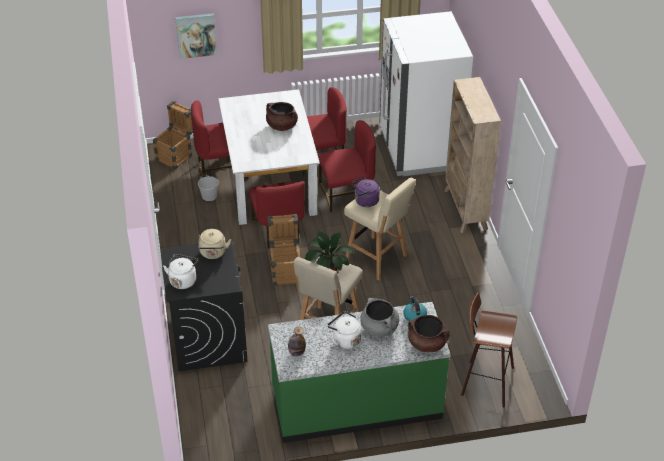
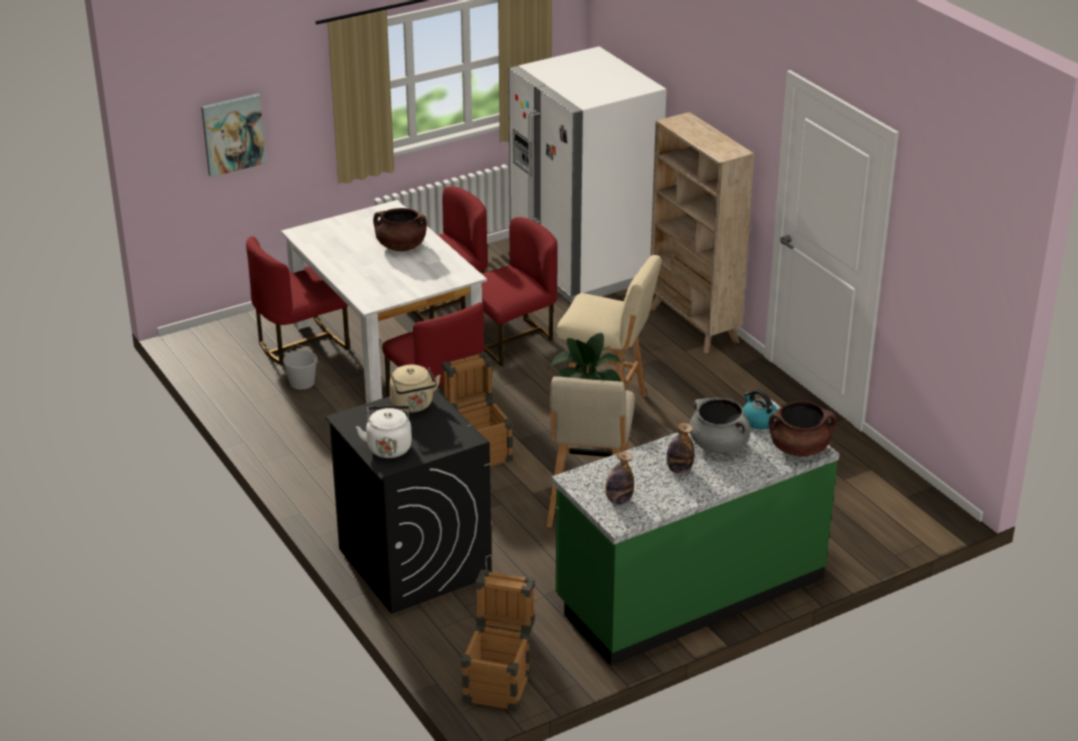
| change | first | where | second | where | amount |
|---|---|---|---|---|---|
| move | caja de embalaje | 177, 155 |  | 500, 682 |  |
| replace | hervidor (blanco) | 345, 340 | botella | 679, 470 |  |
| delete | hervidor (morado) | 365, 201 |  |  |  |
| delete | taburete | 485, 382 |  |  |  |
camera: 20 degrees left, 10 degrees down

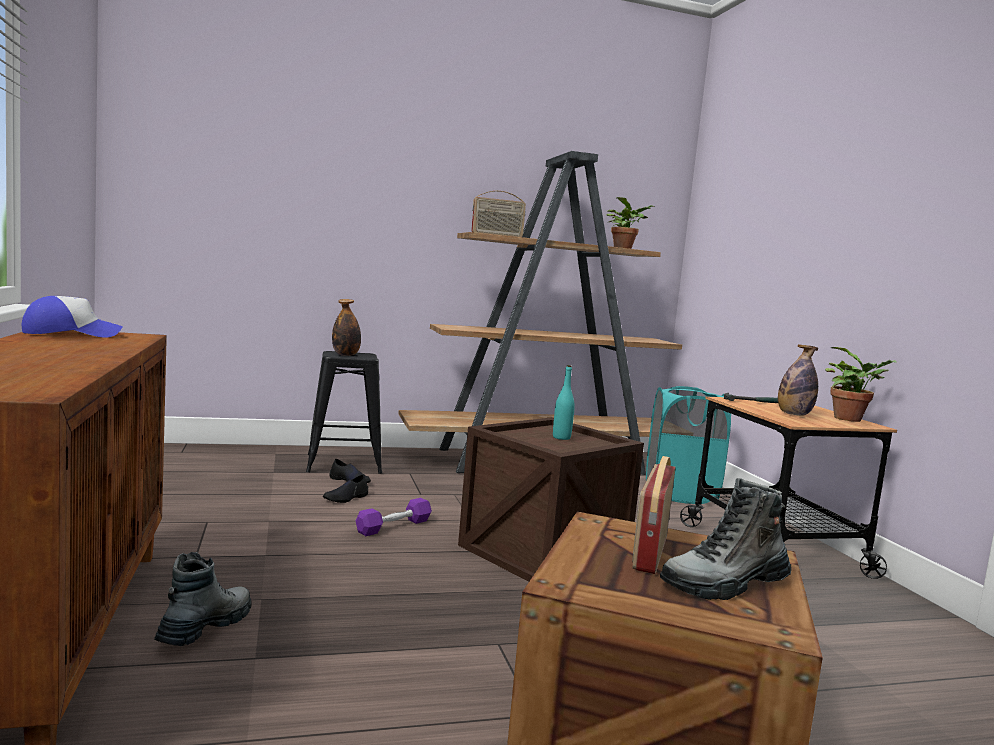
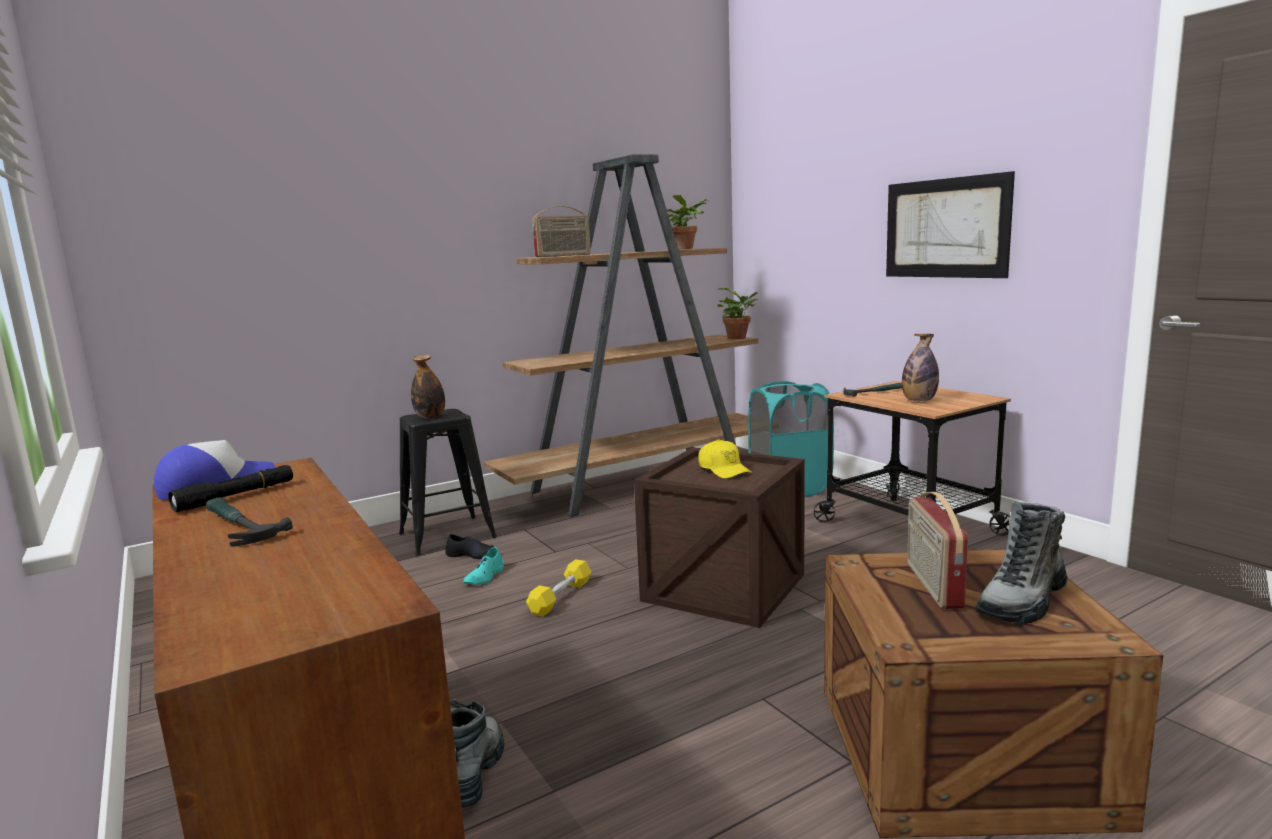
| change | first | where | second | where | amount |
|---|---|---|---|---|---|
| recolor | zapato (negro) | 346, 498 | zapato (turquesa) | 485, 577 |  |
| recolor | mancuerna (morado) | 393, 526 | mancuerna (amarillo) | 561, 597 |  |
| replace | botella (turquesa) | 561, 437 | gorra (amarillo) | 723, 470 |  |
| move | planta en maceta | 851, 419 |  | 739, 338 |  |
| insert |  |  | linterna (negro) | 236, 497 |  |
| insert |  |  | martillo | 238, 527 |  |
| insert |  |  | cuadro | 945, 228 |  |
camera: 15 degrees left, 5 degrees up

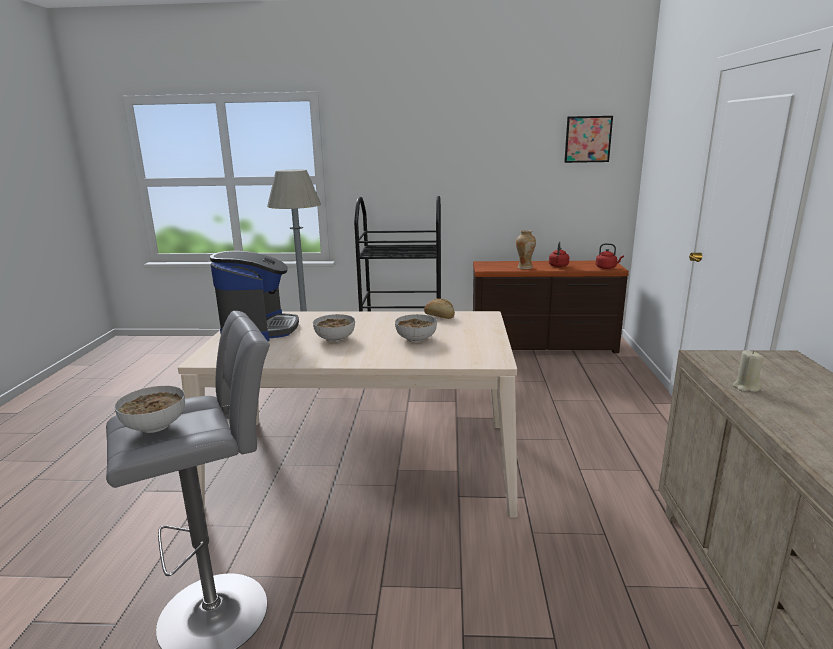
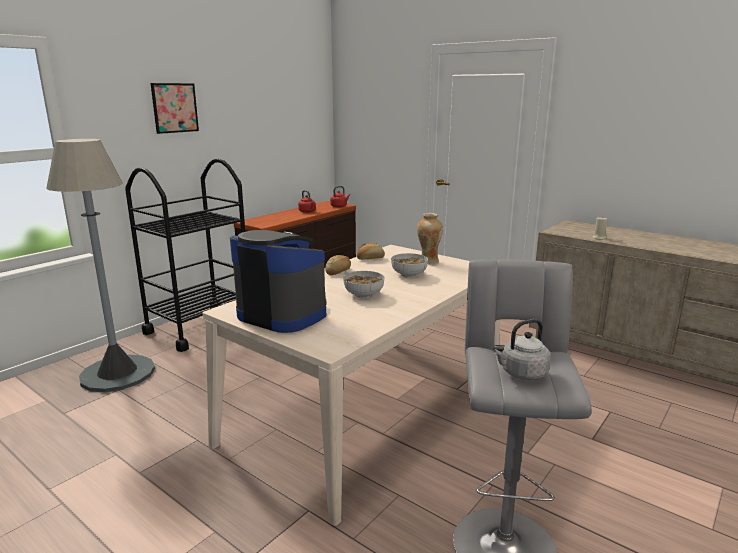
| change | first | where | second | where | amount |
|---|---|---|---|---|---|
| replace | cuenco | 154, 426 | hervidor (gris) | 521, 373 |  |
| move | florero | 524, 267 |  | 428, 261 |  |
| move | cuadro | 588, 139 |  | 175, 108 |  |
| insert |  |  | pan | 339, 272 |  |
camera: 55 degrees left, 0 degrees up

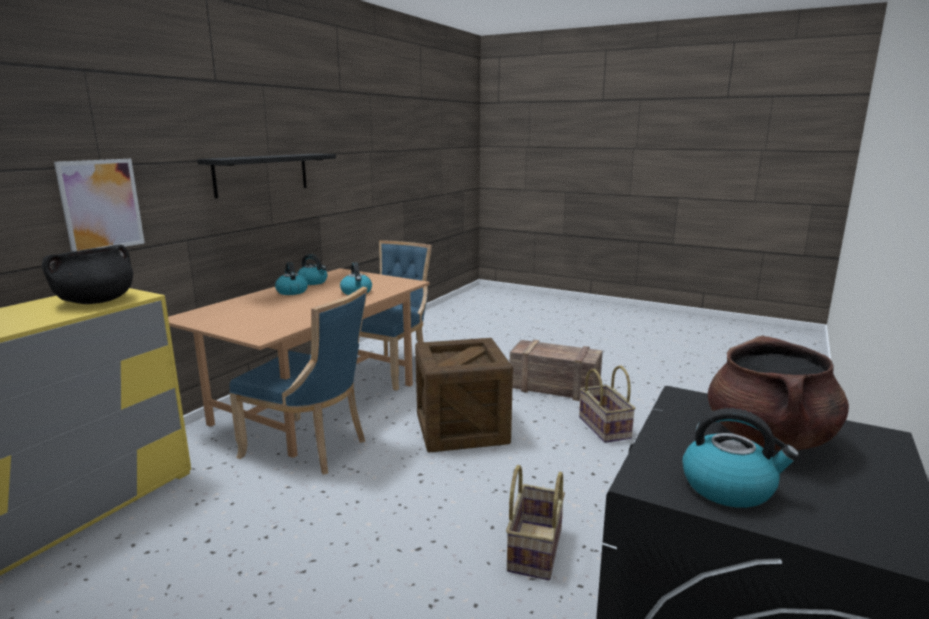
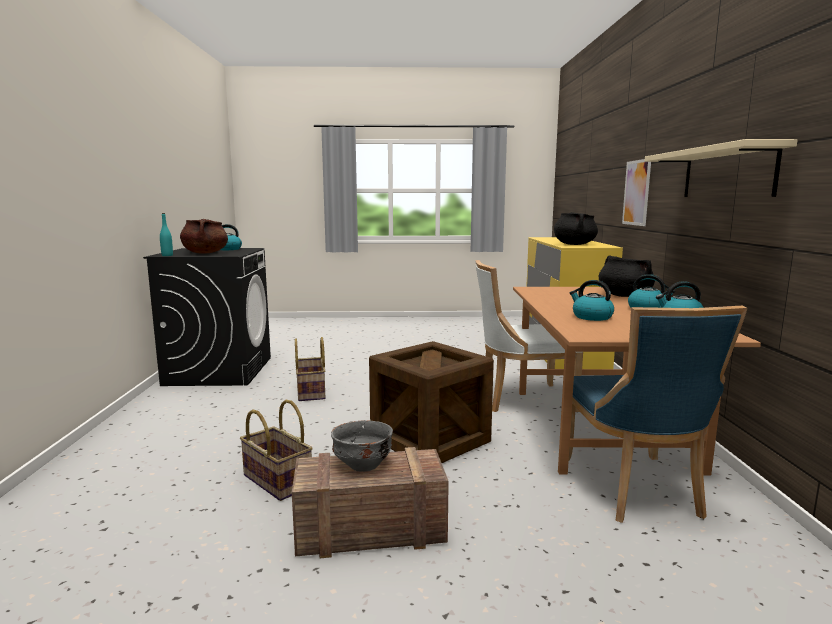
| change | first | where | second | where | amount |
|---|---|---|---|---|---|
| recolor | estante (negro) | 262, 174 | estante (beis) | 727, 173 |  |
| recolor | silla (azul) | 310, 448 | silla (blanco) | 521, 399 |  |
| insert |  |  | botella (turquesa) | 167, 255 |  |
| insert |  |  | cuenco (gris) | 362, 465 |  |
| insert |  |  | olla (negro) | 624, 296 |  |
camera: 150 degrees right, 5 degrees down

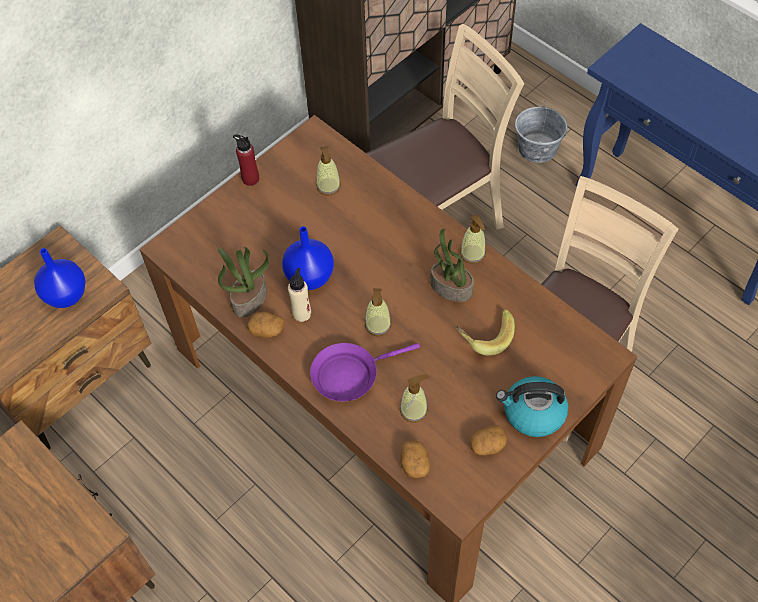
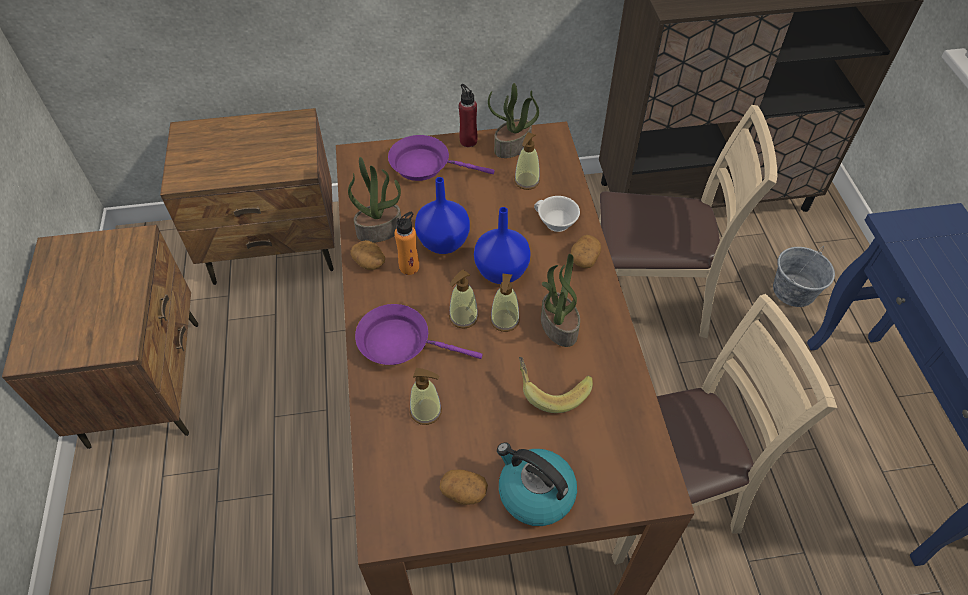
| change | first | where | second | where | amount |
|---|---|---|---|---|---|
| move | florero (azul) | 66, 296 |  | 500, 272 |  |
| recolor | botella (beis) | 302, 313 | botella (naranja) | 409, 267 |  |
| move | patata | 414, 463 |  | 584, 258 |  |
| move | dispensador de jabón | 473, 254 |  | 504, 320 |  |
| insert |  |  | sartén (morado) | 425, 165 |  |
| insert |  |  | planta en maceta | 512, 147 |  |
| insert |  |  | taza (blanco) | 555, 223 |  |
camera: 35 degrees right, 5 degrees down

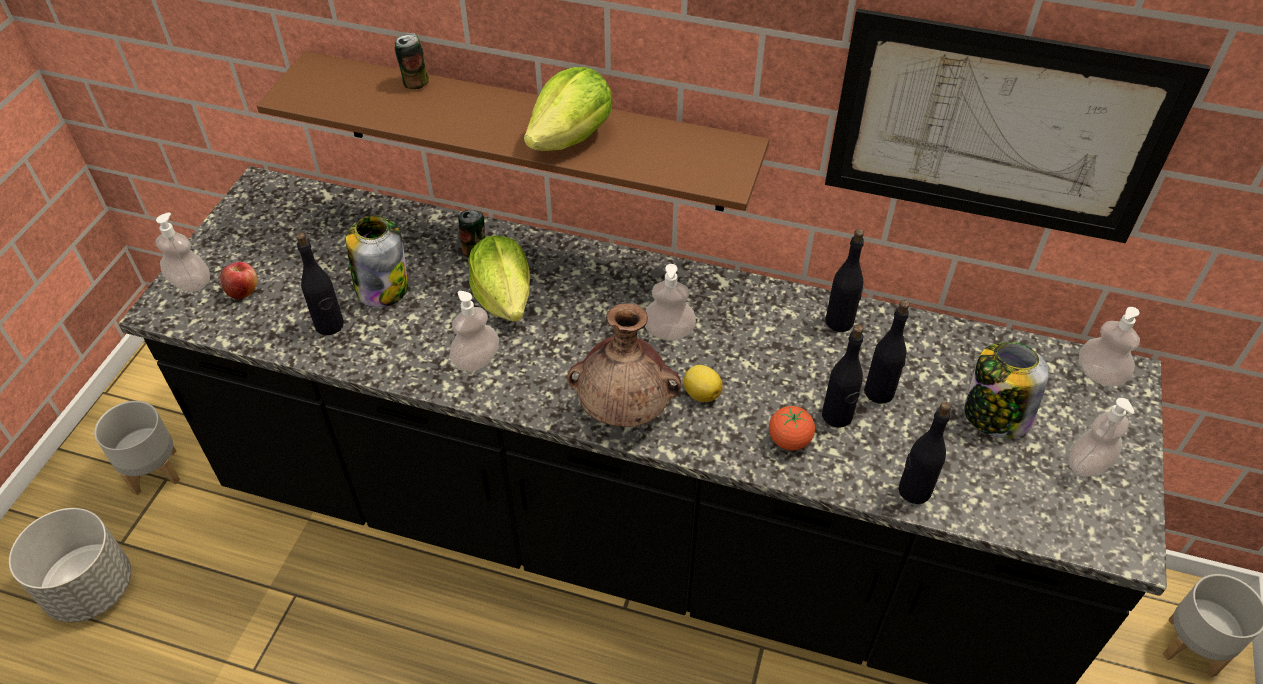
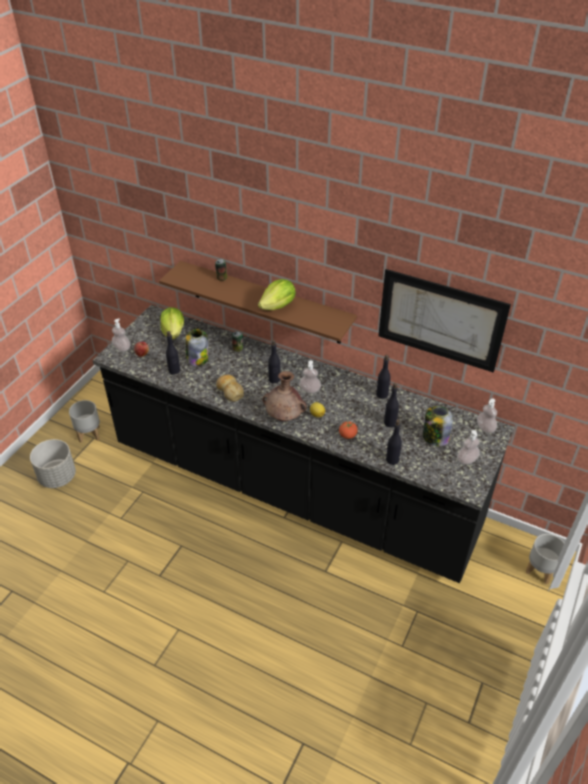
| change | first | where | second | where | amount |
|---|---|---|---|---|---|
| replace | dispensador de jabón | 476, 360 | pan | 230, 391 |  |
| move | lechuga | 504, 298 |  | 173, 332 |  |
| move | botella (negro) | 837, 416 |  | 274, 380 |  |
camera: 10 degrees right, 5 degrees down

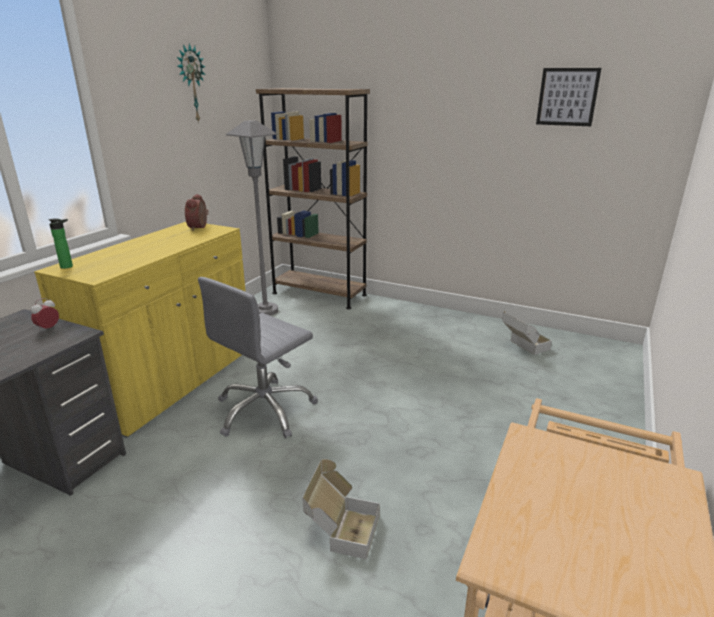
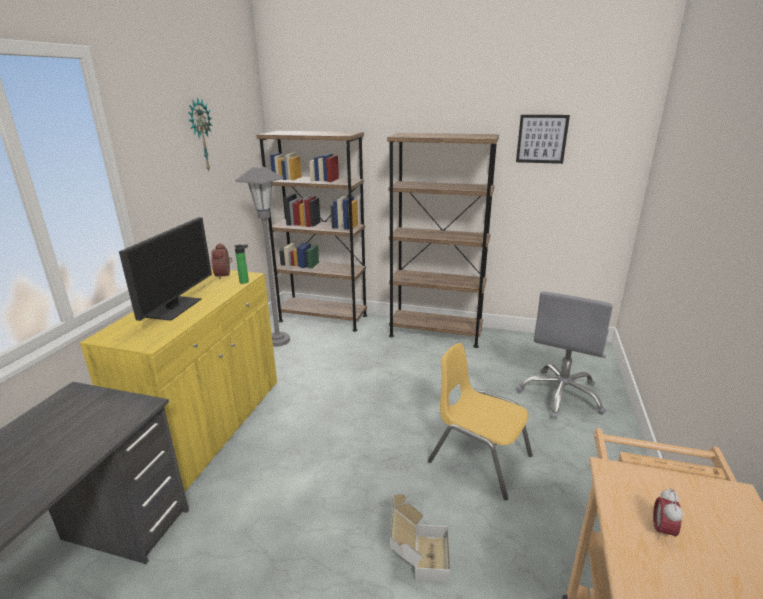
| change | first | where | second | where | amount |
|---|---|---|---|---|---|
| move | despertador | 48, 328 |  | 662, 531 |  |
| move | botella | 68, 266 |  | 245, 281 |  |
| move | silla de oficina (gris) | 265, 410 |  | 561, 395 |  |
| delete | caja de cartón | 523, 347 |  |  |  |
| insert |  |  | monitor | 173, 307 |  |
| insert |  |  | estantería (marrón) | 435, 333 |  |
| insert |  |  | silla (amarillo) | 479, 459 |  |
camera: 10 degrees left, 0 degrees up

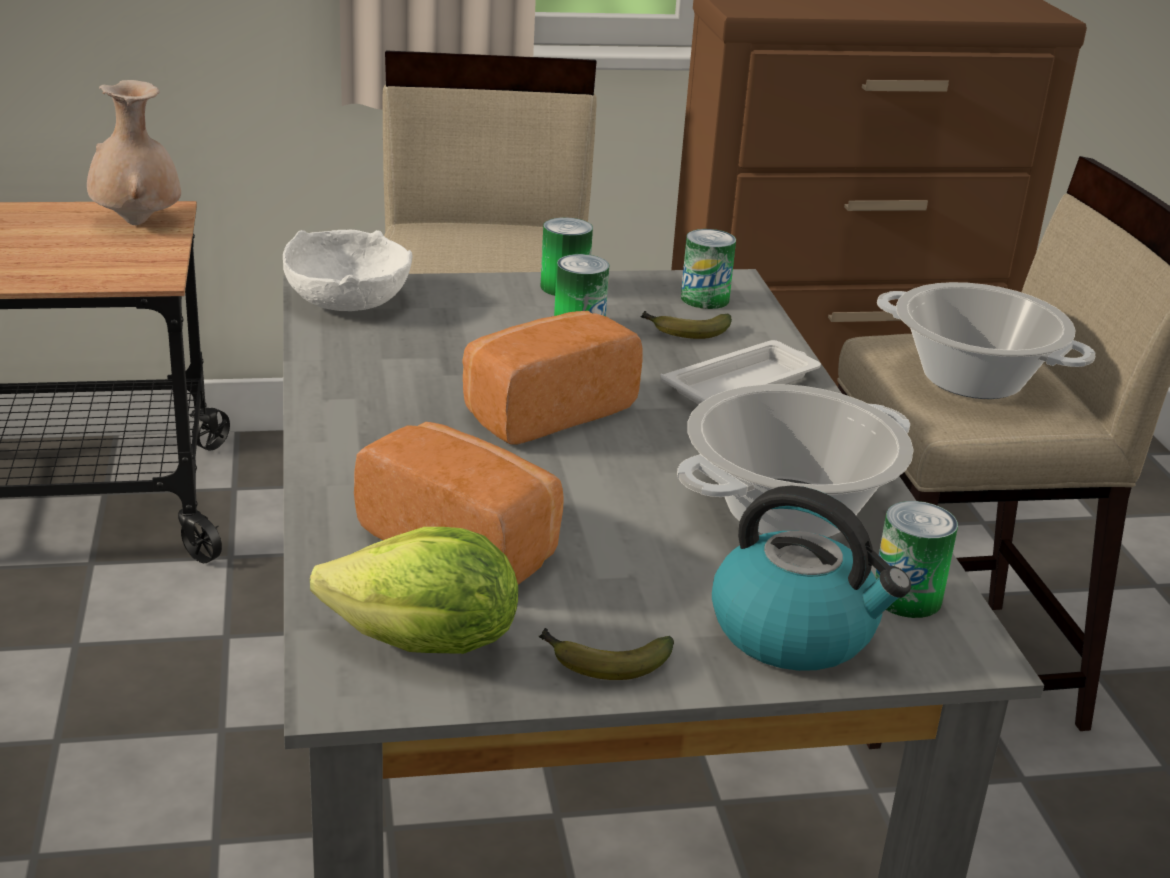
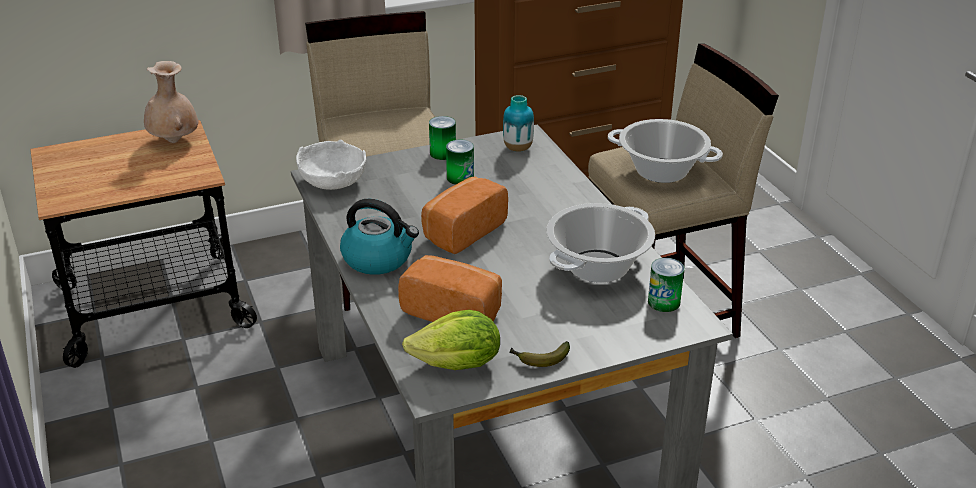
| change | first | where | second | where | amount |
|---|---|---|---|---|---|
| delete | plátano | 684, 332 |  |  |  |
| delete | bandeja (blanco) | 743, 384 |  |  |  |
| replace | lata | 705, 299 | florero | 518, 148 |  |
| move | hervidor | 796, 632 |  | 378, 259 |  |
camera: 10 degrees left, 5 degrees up

